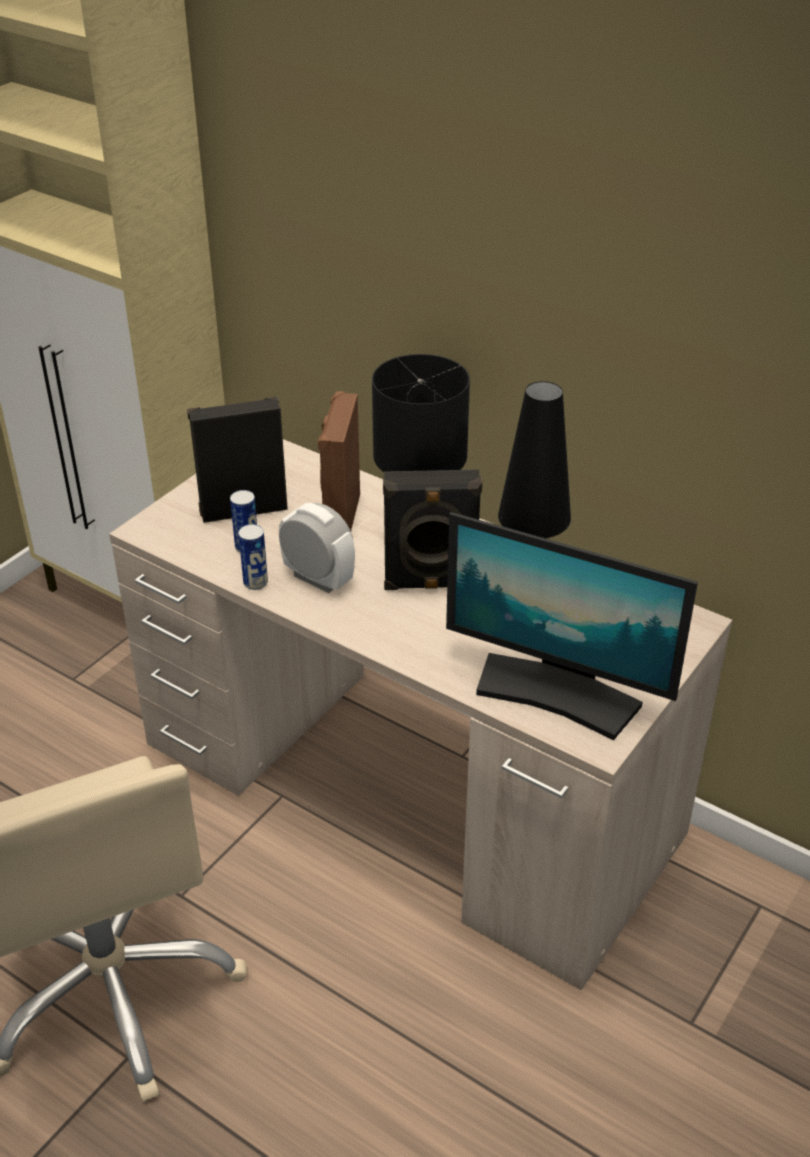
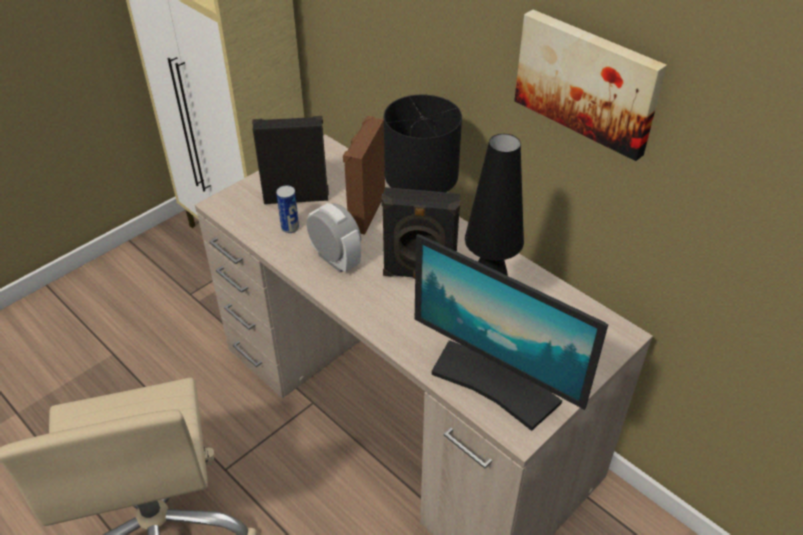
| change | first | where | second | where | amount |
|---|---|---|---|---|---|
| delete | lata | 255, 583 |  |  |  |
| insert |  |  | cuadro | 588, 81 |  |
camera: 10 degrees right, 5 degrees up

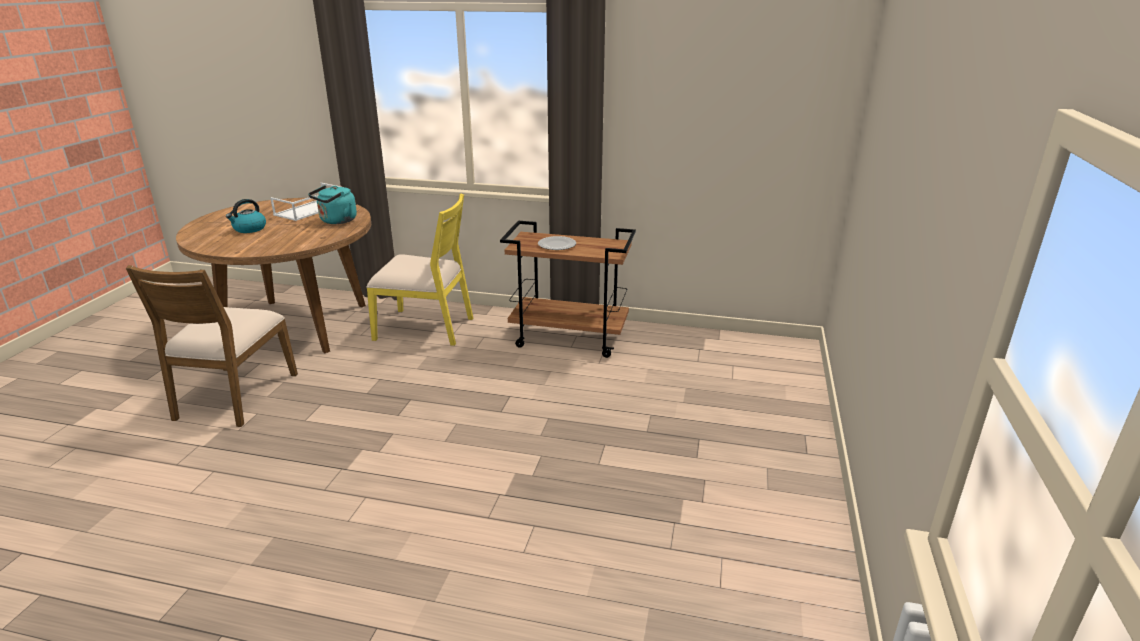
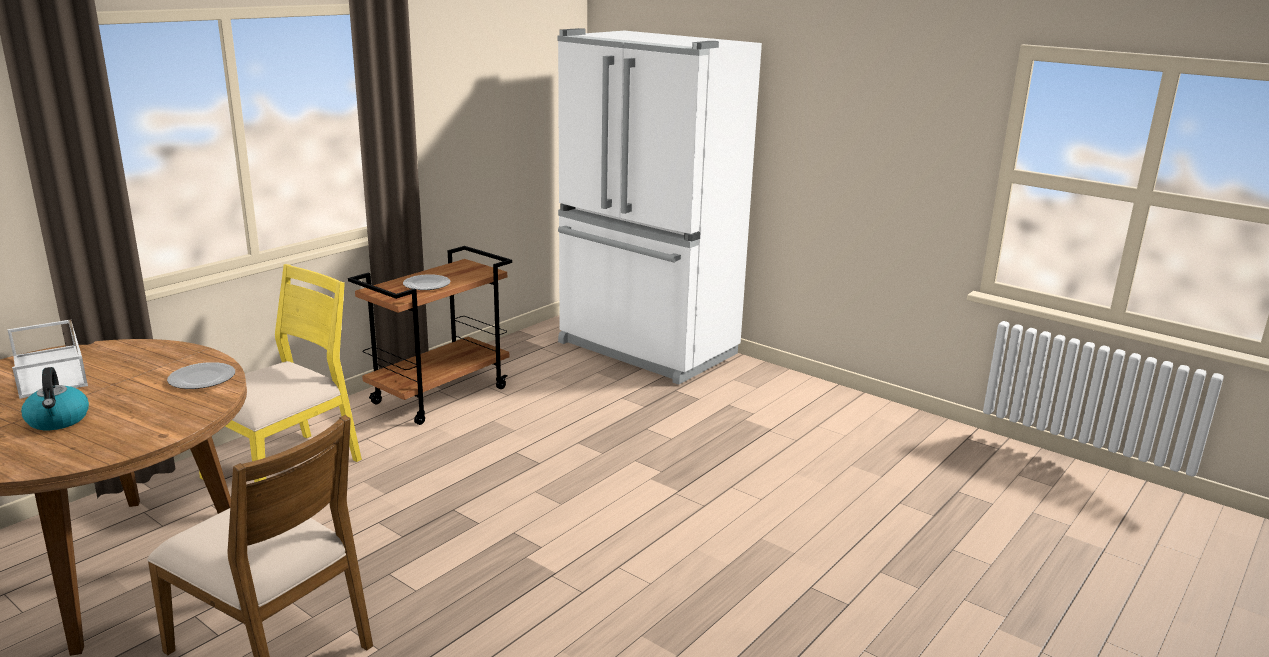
| change | first | where | second | where | amount |
|---|---|---|---|---|---|
| delete | hervidor (turquesa) | 336, 221 |  |  |  |
| insert |  |  | plato | 201, 378 |  |
| insert |  |  | nevera (blanco) | 646, 349 |  |
camera: 65 degrees left, 5 degrees down

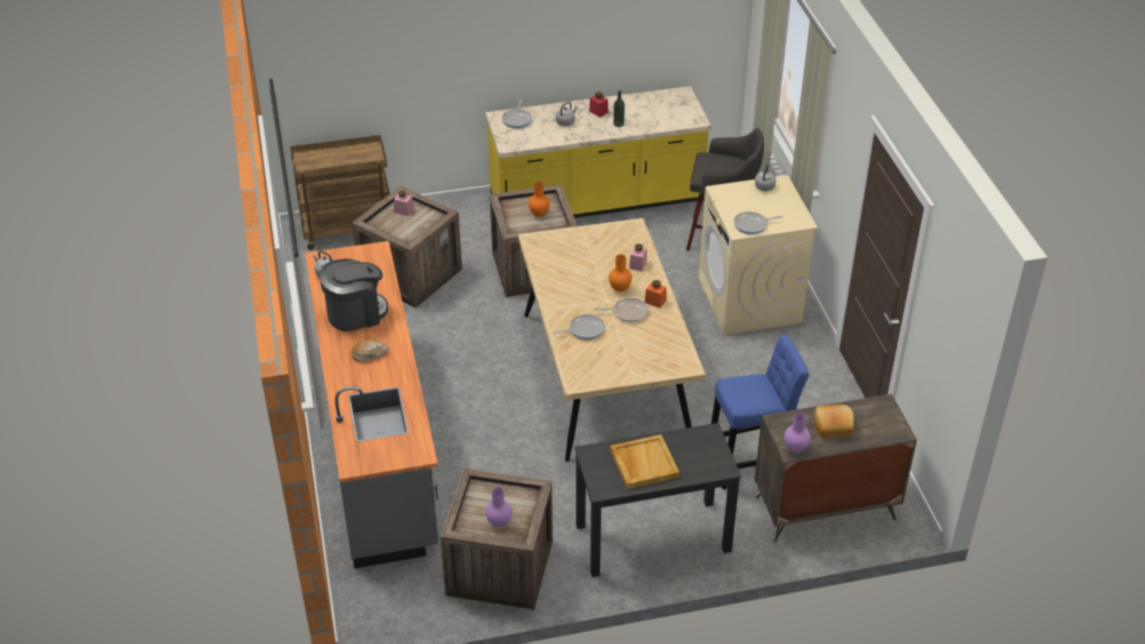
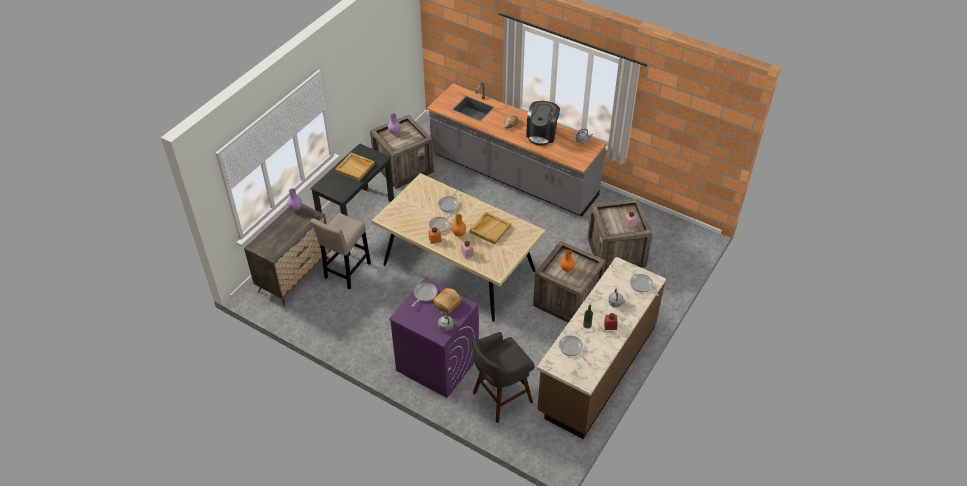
| change | first | where | second | where | amount |
|---|---|---|---|---|---|
| delete | carrito (marrón) | 348, 229 |  |  |  |
| recolor | mueble bajo de cocina (amarillo) | 596, 202 | mueble bajo de cocina (marrón) | 596, 369 |  |
| recolor | lavadora (beis) | 750, 301 | lavadora (morado) | 437, 363 |  |
| recolor | taburete (azul) | 751, 465 | taburete (beis) | 346, 272 |  |
| move | pan | 832, 426 |  | 447, 304 |  |
| insert |  |  | bandeja (beis) | 490, 229 |  |
| insert |  |  | sartén | 571, 348 |  |
camera: 135 degrees right, 5 degrees up

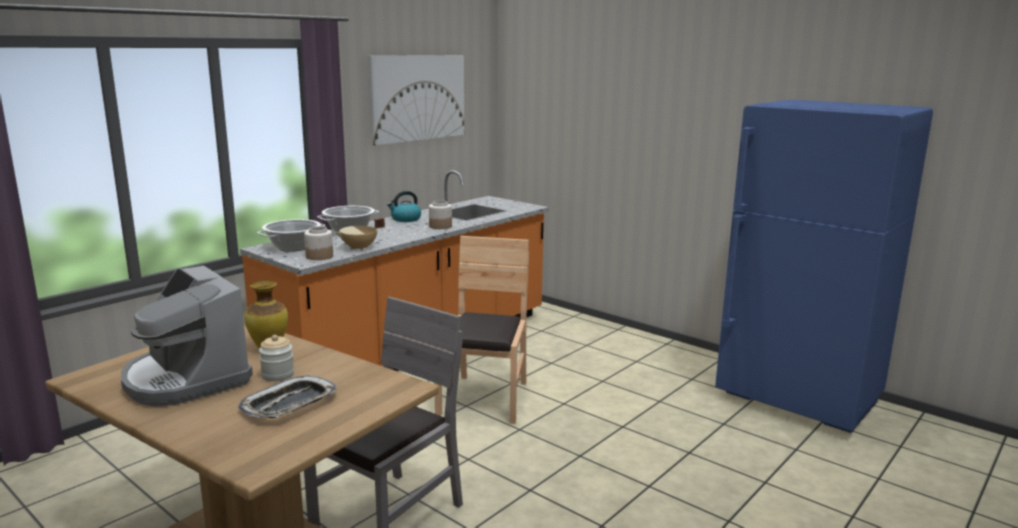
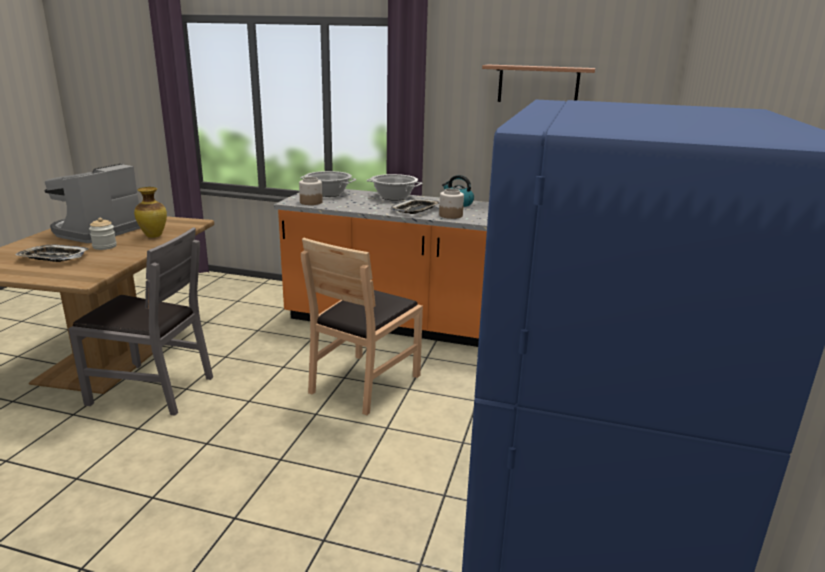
| change | first | where | second | where | amount |
|---|---|---|---|---|---|
| delete | olla (beis) | 359, 248 |  |  |  |
| replace | cuadro | 418, 98 | estante | 538, 85 |  |
| rotate | silla (marrón) | 484, 399 |  | 364, 383 | 135 degrees clockwise |
| insert |  |  | bandeja | 415, 210 |  |
camera: 65 degrees right, 5 degrees up

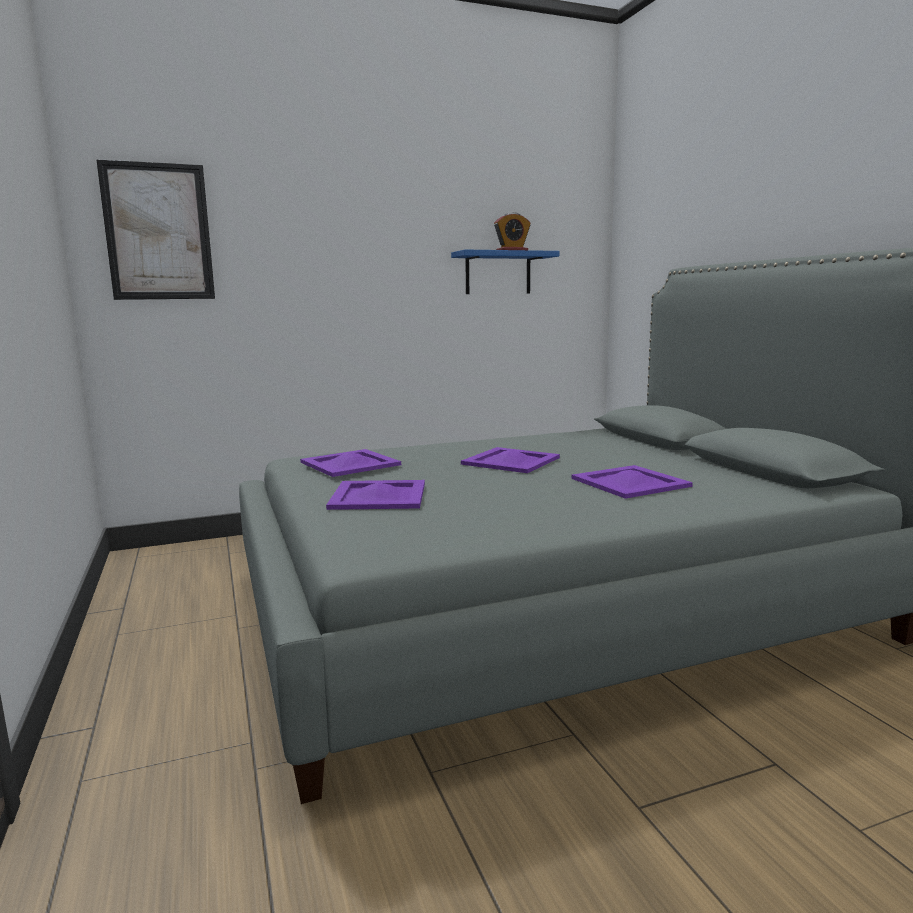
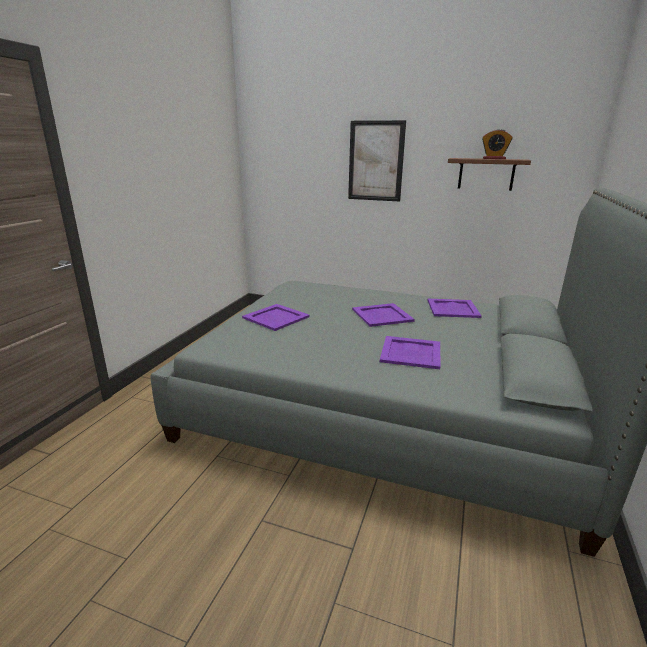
| change | first | where | second | where | amount |
|---|---|---|---|---|---|
| move | cuadro | 158, 232 |  | 376, 161 |  |
| move | bandeja (morado) | 350, 464 |  | 452, 309 |  |
| recolor | estante (azul) | 498, 273 | estante (marrón) | 486, 174 |  |
camera: 40 degrees right, 10 degrees up

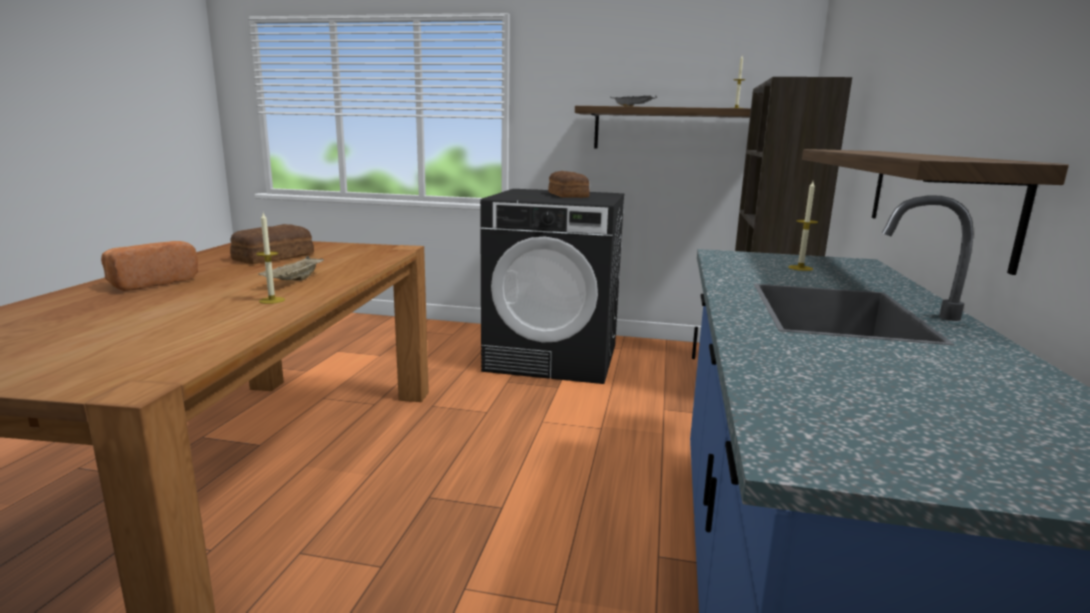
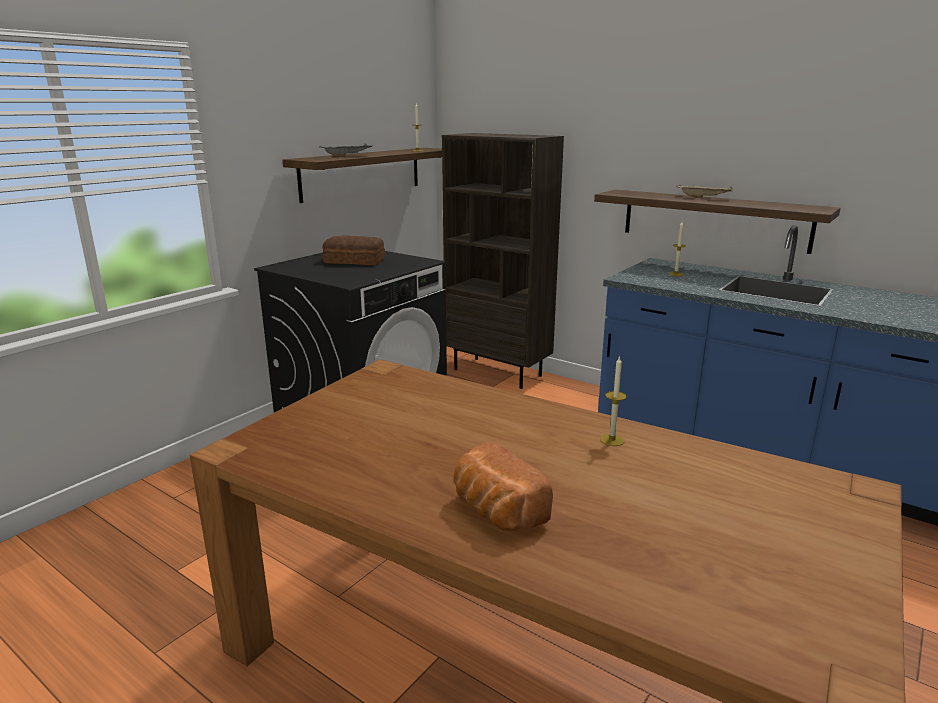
| change | first | where | second | where | amount |
|---|---|---|---|---|---|
| delete | pan | 272, 257 |  |  |  |
| move | bandeja (beis) | 295, 281 |  | 704, 198 |  |
camera: 65 degrees left, 5 degrees up

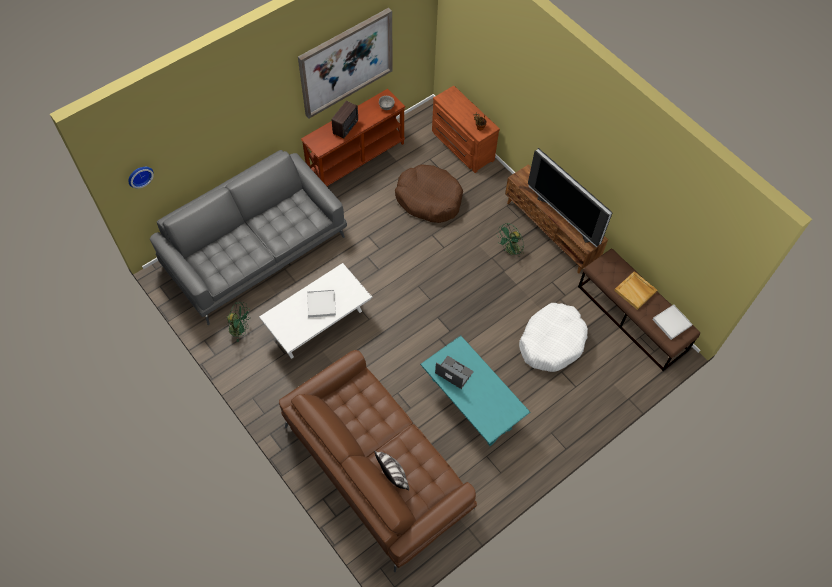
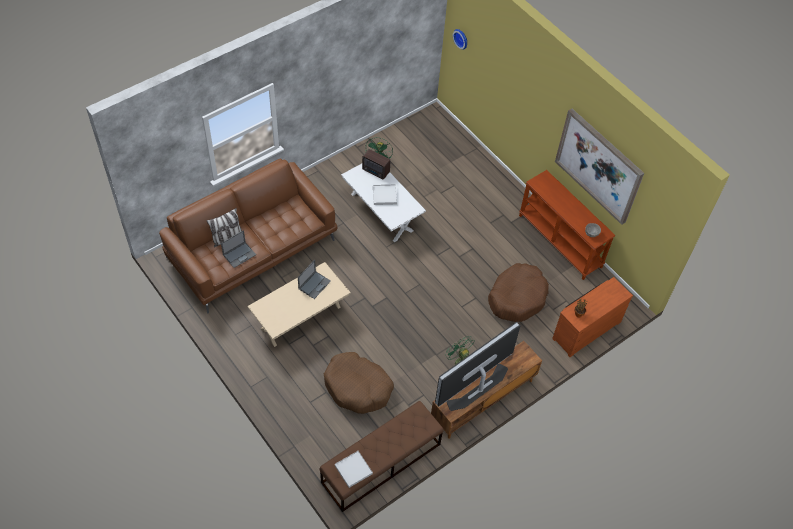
| change | first | where | second | where | amount |
|---|---|---|---|---|---|
| delete | sofá (gris) | 255, 249 |  |  |  |
| move | radio | 346, 127 |  | 376, 172 |  |
| recolor | mesa de centro (turquesa) | 471, 403 | mesa de centro (beis) | 300, 317 |  |
| recolor | cama para perro (blanco) | 551, 341 | cama para perro (marrón) | 357, 387 |  |
| delete | bandeja (beis) | 635, 291 |  |  |  |
| insert |  |  | portátil | 239, 254 |  |
camera: 90 degrees right, 5 degrees down

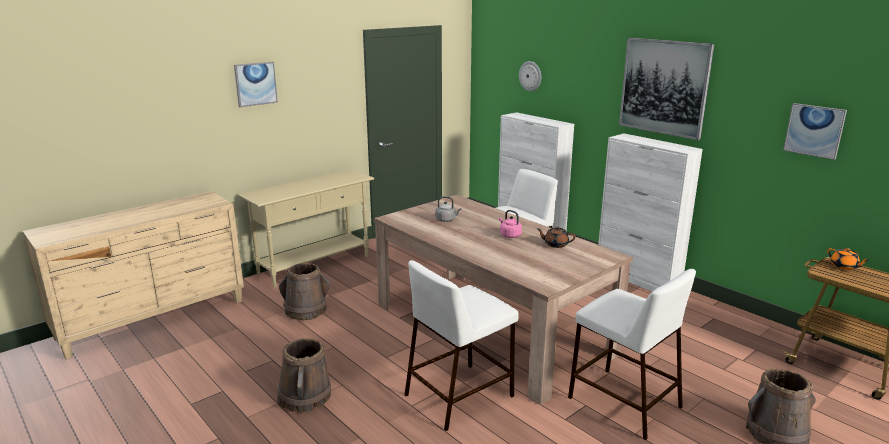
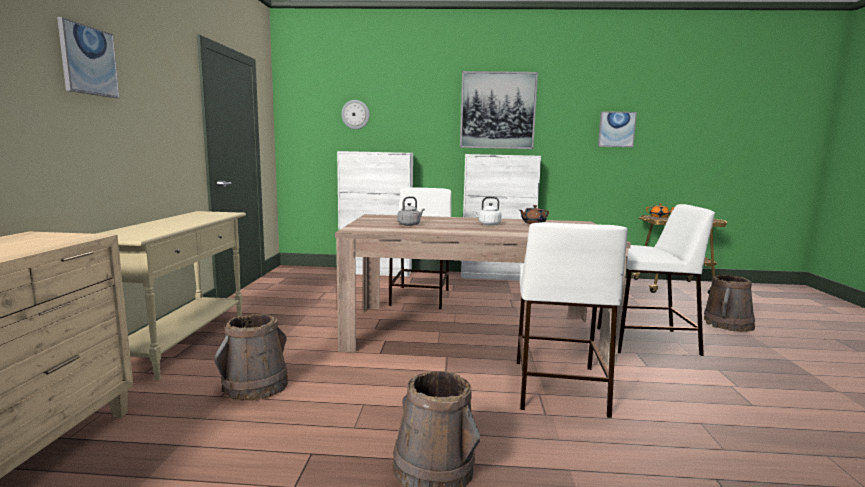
| change | first | where | second | where | amount |
|---|---|---|---|---|---|
| recolor | hervidor (rosa) | 509, 235 | hervidor (blanco) | 488, 224 |  |
camera: 45 degrees left, 10 degrees down

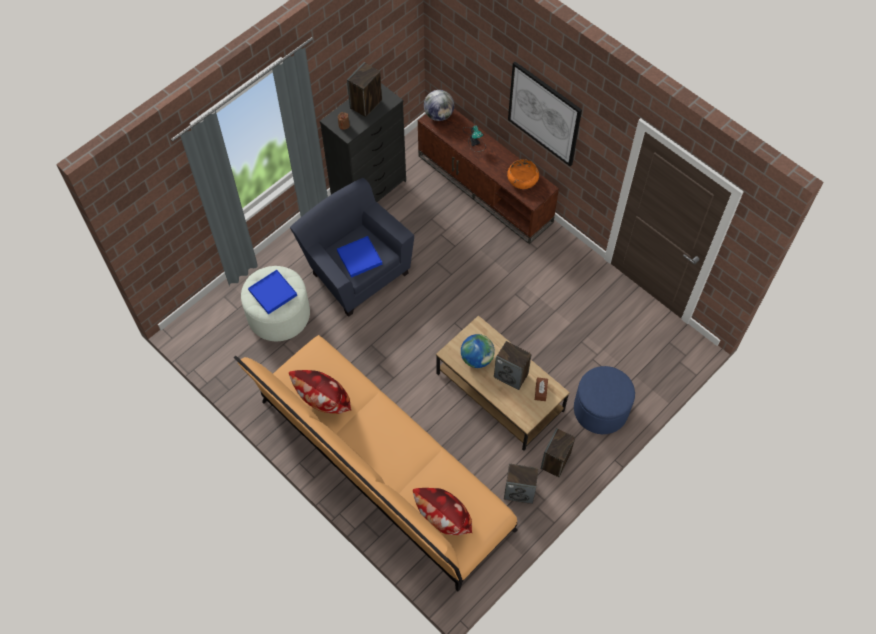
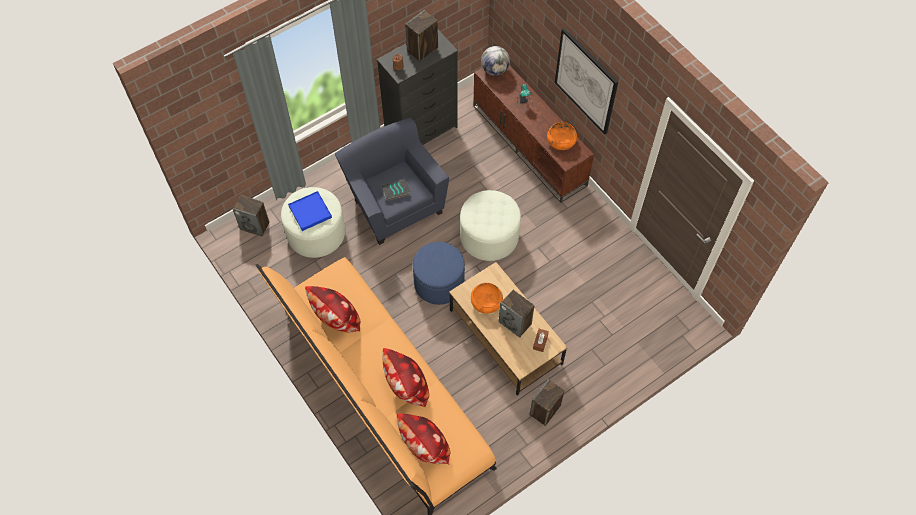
| change | first | where | second | where | amount |
|---|---|---|---|---|---|
| replace | bandeja (azul) | 359, 258 | libro | 396, 192 |  |
| replace | globo terráqueo | 477, 358 | cuenco (naranja) | 486, 302 |  |
| move | altavoz | 519, 491 |  | 255, 225 |  |
| move | puf (azul) | 600, 410 |  | 439, 283 |  |
| insert |  |  | cojín | 406, 387 |  |
| insert |  |  | puf (blanco) | 489, 236 |  |
camera: 10 degrees right, 0 degrees up

